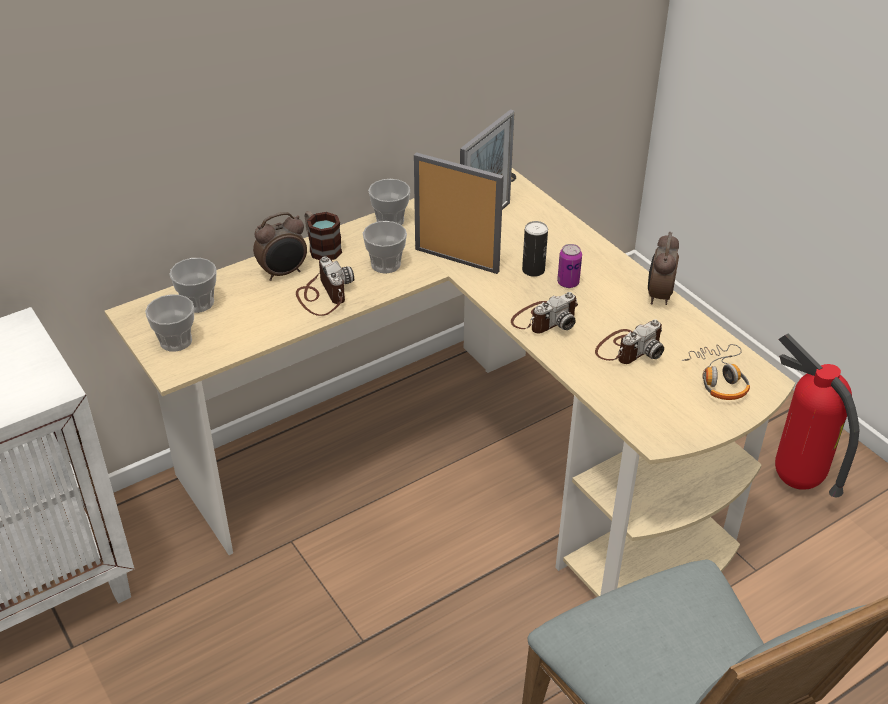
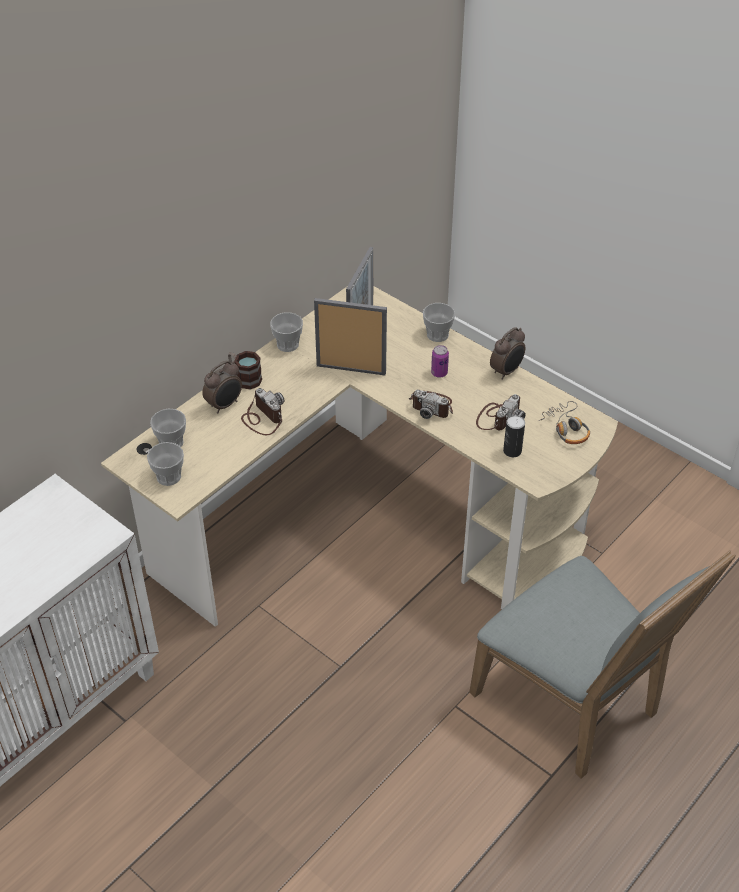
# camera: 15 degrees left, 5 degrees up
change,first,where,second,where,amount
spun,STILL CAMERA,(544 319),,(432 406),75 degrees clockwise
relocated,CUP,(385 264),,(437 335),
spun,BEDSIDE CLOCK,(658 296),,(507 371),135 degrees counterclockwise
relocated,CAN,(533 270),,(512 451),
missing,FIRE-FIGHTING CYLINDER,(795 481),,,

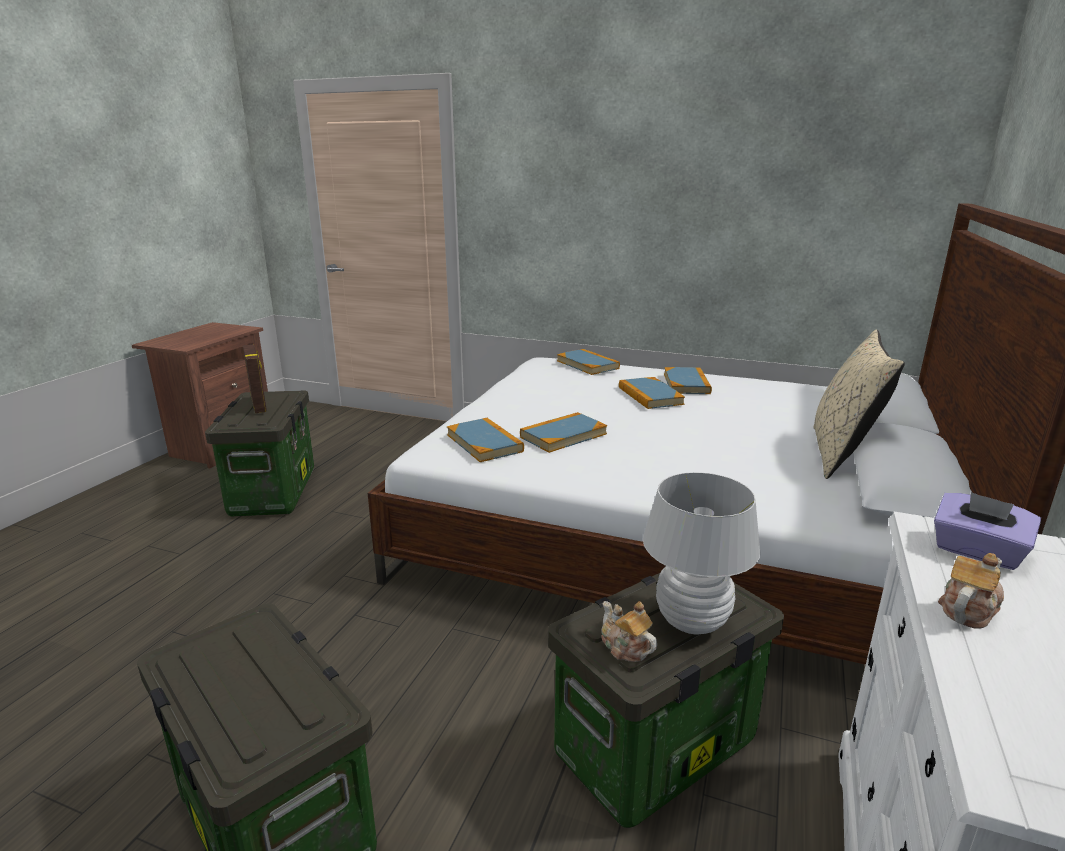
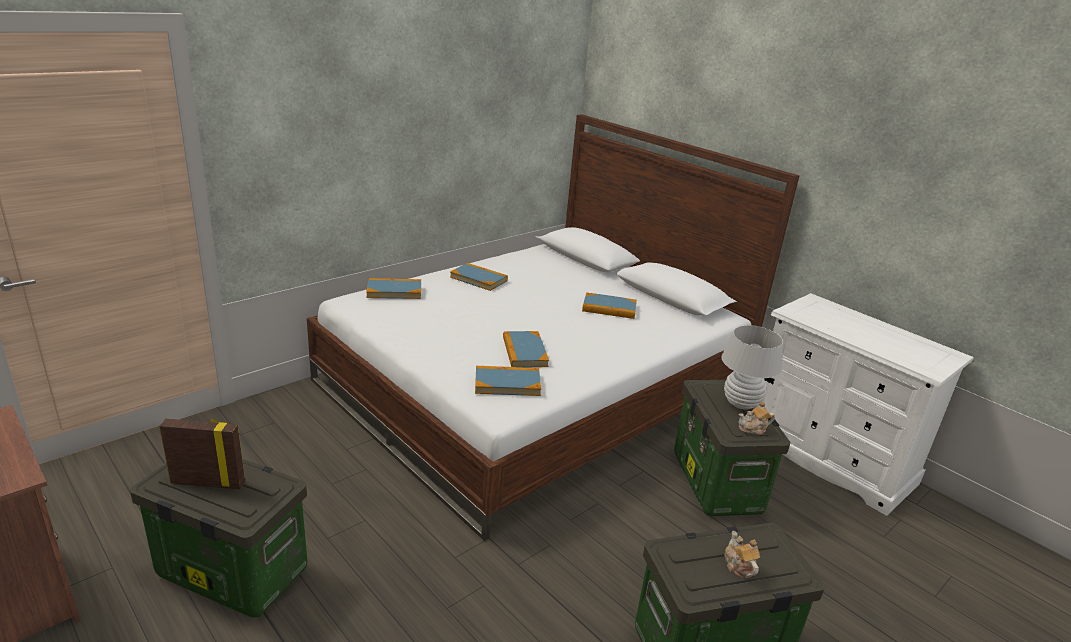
# camera: 65 degrees left, 5 degrees up
change,first,where,second,where,amount
relocated,VOLUME,(650 396),,(609 308),
relocated,POT FOR TEA,(967 609),,(738 566),
missing,BEIGE-COLOURED CUSHION,(842 454),,,
missing,PURPLE TISSUE BOX,(977 552),,,

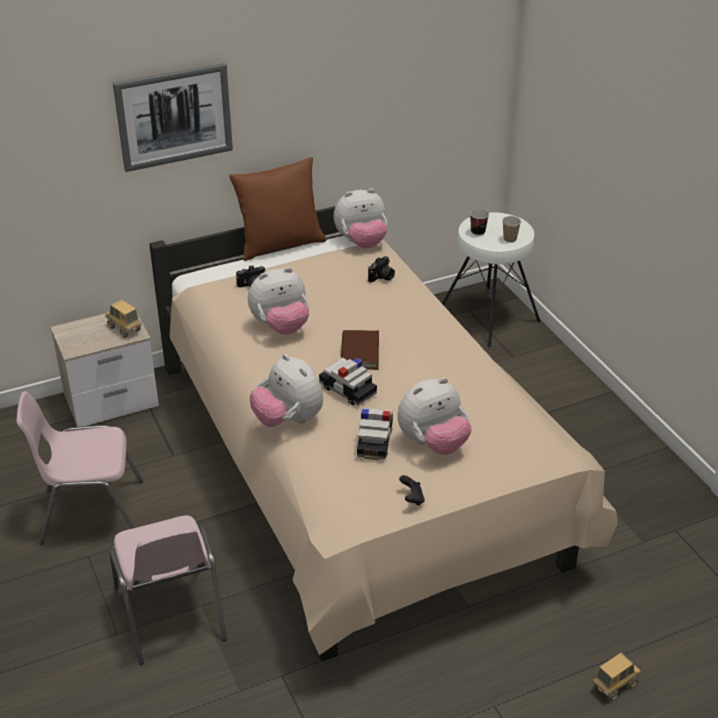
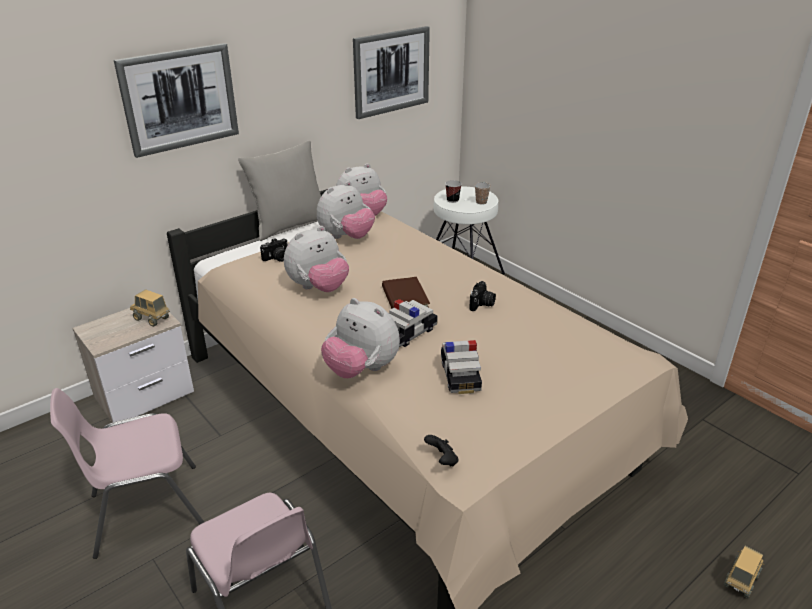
# camera: 15 degrees left, 5 degrees down
change,first,where,second,where,amount
colour,BROWN-COLOURED CUSHION,(280 245),GRAY CUSHION,(289 225),
relocated,PLUSH TOY,(433 443),,(346 237),
appeared,,,PICTURE,(391 71),
spun,TOY CAR,(347 390),,(409 332),105 degrees clockwise
relocated,BLACKISH GAME CONTROLLER,(412 499),,(442 460),
relocated,STILL CAMERA,(382 277),,(482 304),

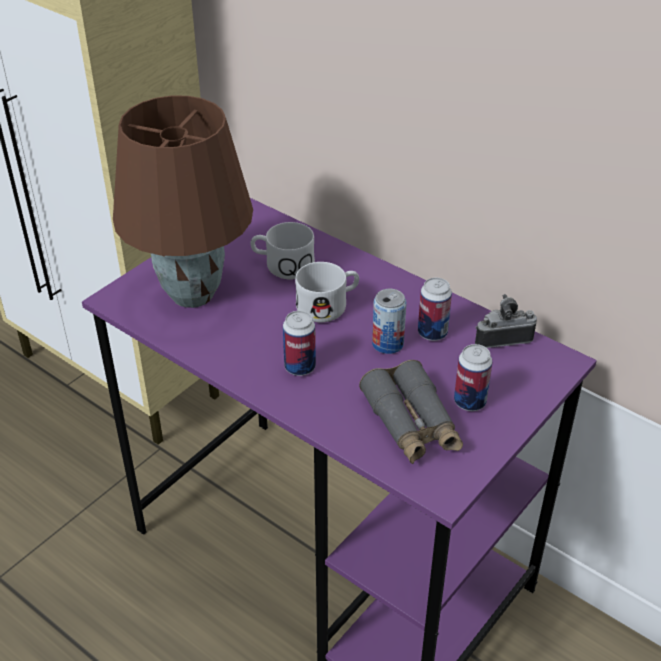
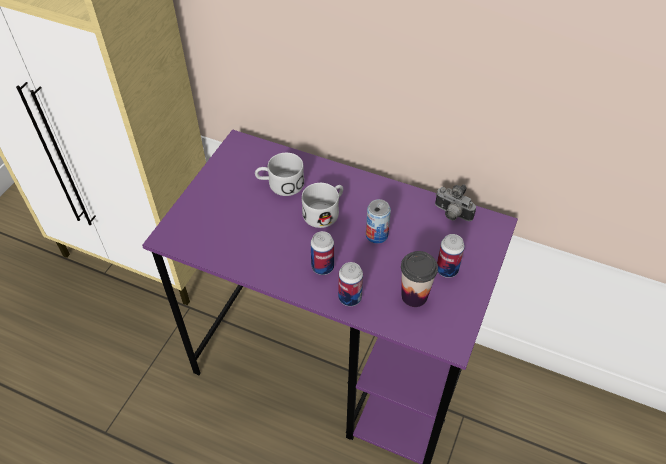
# camera: 15 degrees left, 10 degrees up
change,first,where,second,where,amount
relocated,CAN,(432 333),,(350 297),
exchanged,GRAY BINOCULARS,(411 424),CUP,(414 296),
spun,STILL CAMERA,(502 338),,(451 214),120 degrees counterclockwise
missing,BROWN-COLOURED TABLETOP LAMP,(191 295),,,

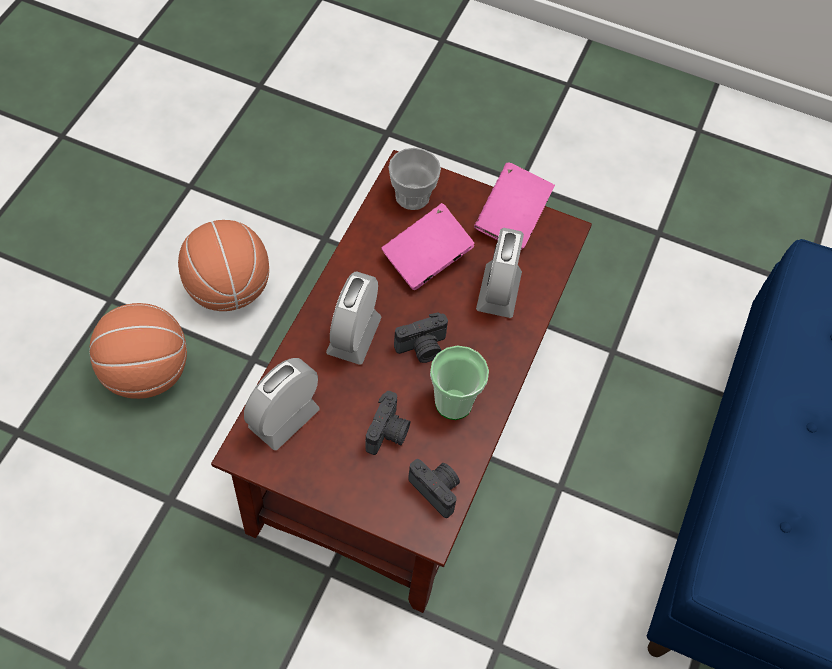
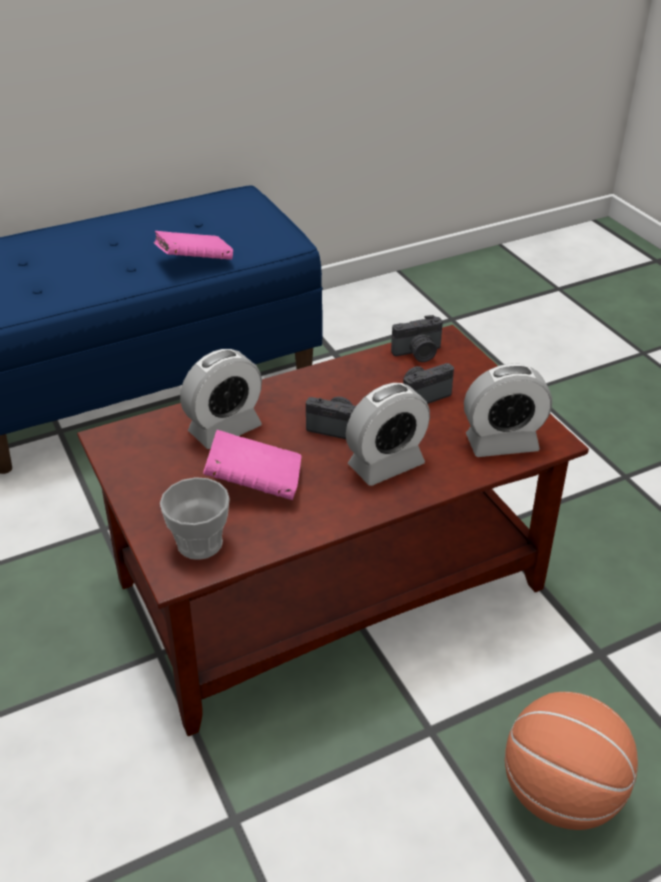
# camera: 135 degrees left, 20 degrees down
change,first,where,second,where,amount
relocated,PINK VOLUME,(511 219),,(194 262),
spun,STILL CAMERA,(437 489),,(418 353),105 degrees counterclockwise
missing,BASKETBALL BALL,(228 289),,,
missing,CUP,(453 403),,,

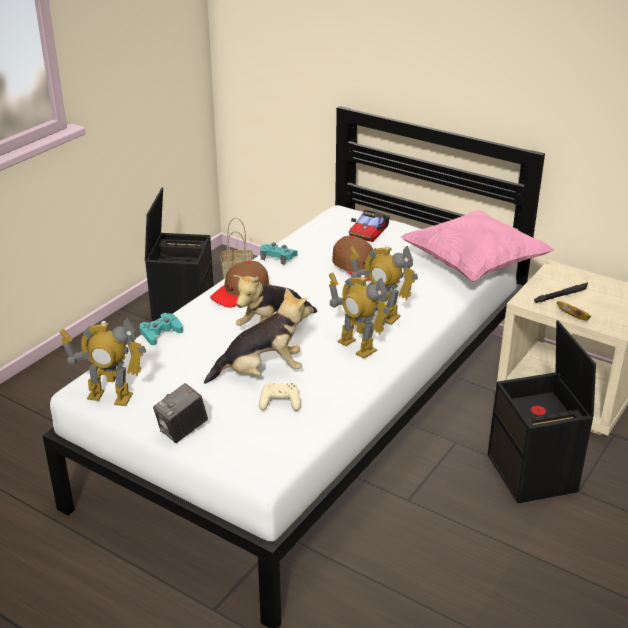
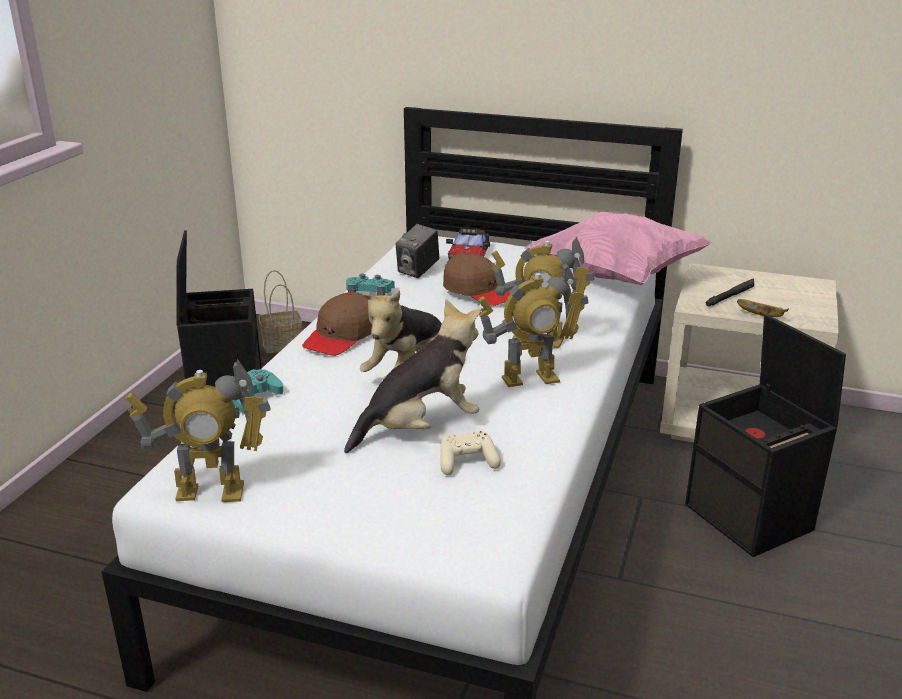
# camera: 15 degrees left, 5 degrees down
change,first,where,second,where,amount
relocated,STILL CAMERA,(182 431),,(418 271),
spun,TOY ROBOT,(356 346),,(530 379),45 degrees counterclockwise

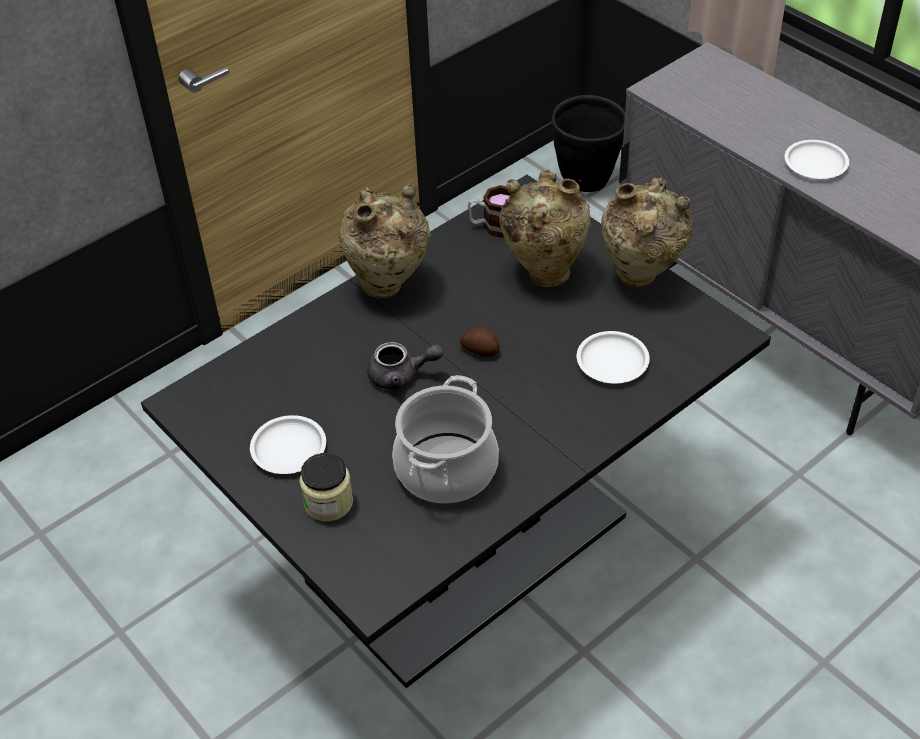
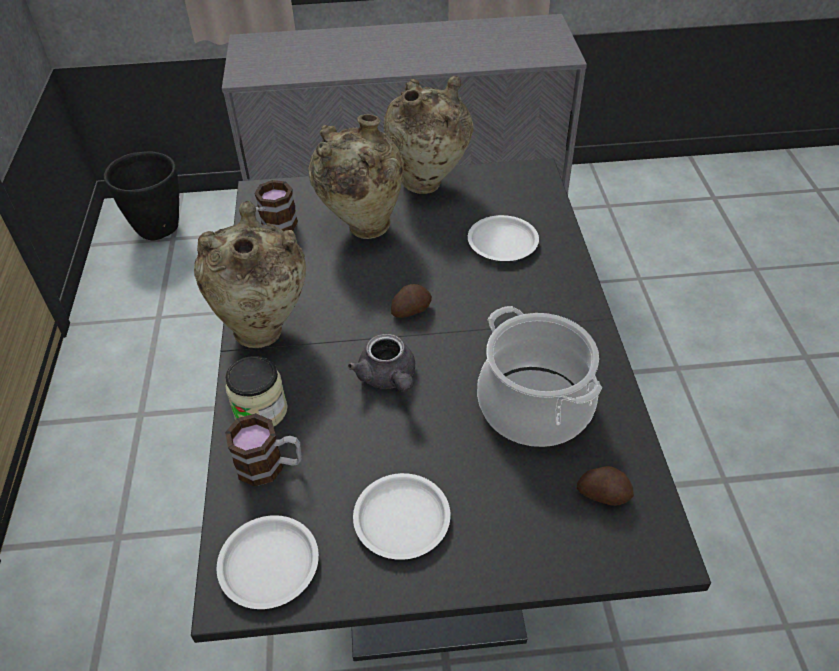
# camera: 55 degrees left, 0 degrees up
change,first,where,second,where,amount
relocated,WHITE DINNER PLATE,(815 163),,(269 564),
relocated,PRESERVE JAR,(328 502),,(261 410),
appeared,,,MUG,(270 466),
spun,GRAY POT FOR TEA,(401 376),,(388 378),120 degrees clockwise
appeared,,,POTATO,(603 493),

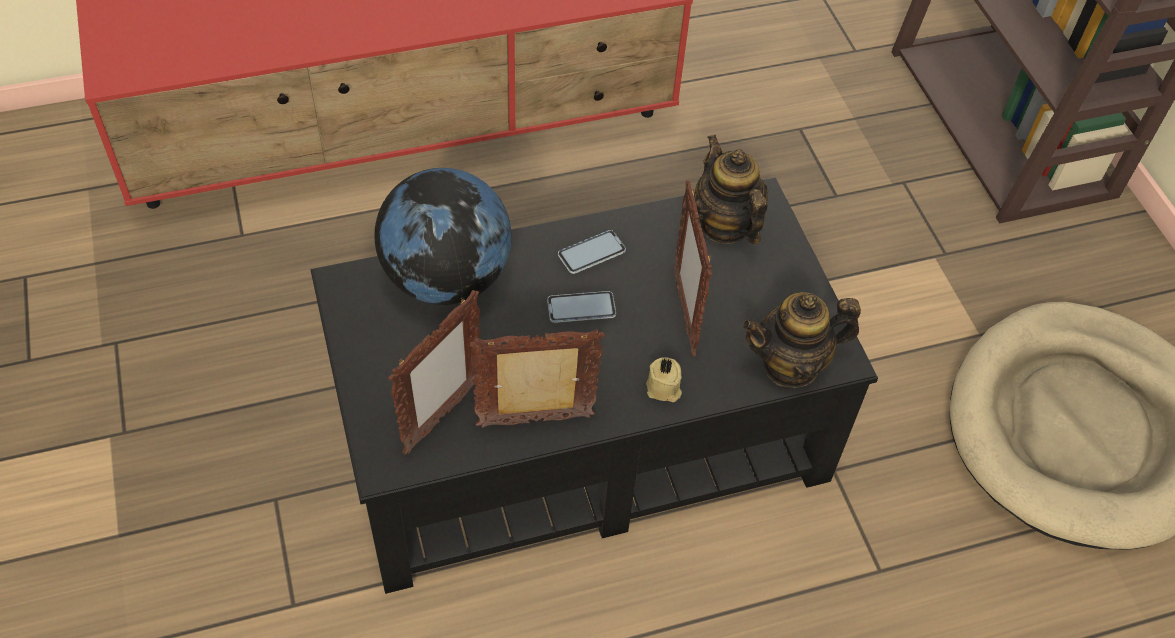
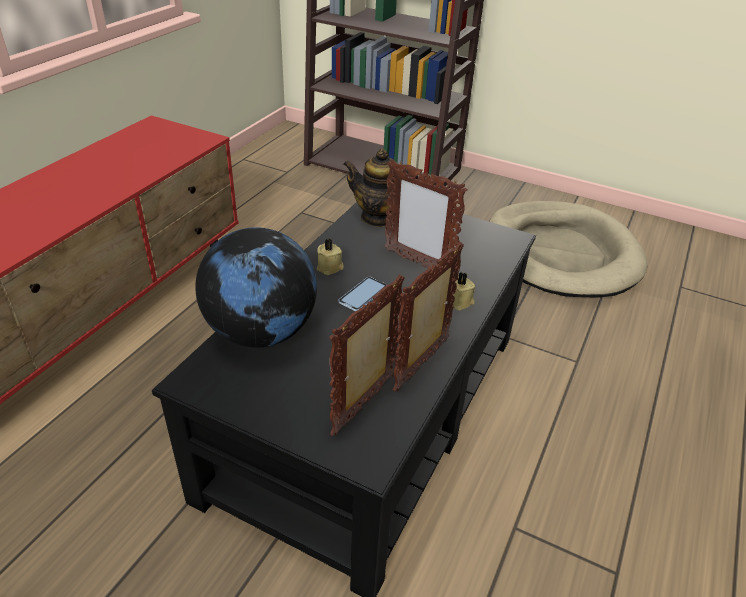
# camera: 45 degrees left, 15 degrees down
change,first,where,second,where,amount
exchanged,PHONE,(591 253),BEIGE-COLOURED WAX LIGHT,(330 267),
spun,PHOTO FRAME,(442 416),,(365 404),135 degrees counterclockwise
missing,POT FOR TEA,(790 365),,,

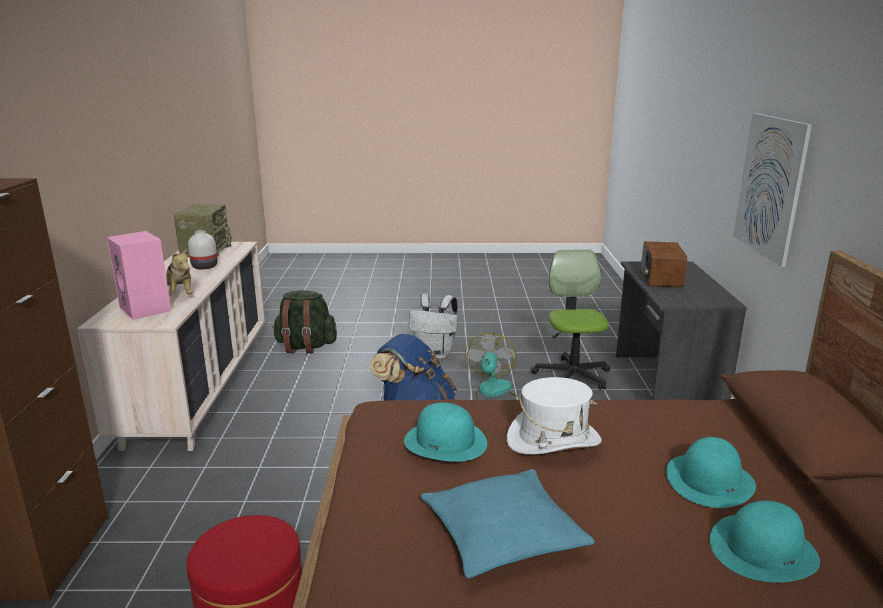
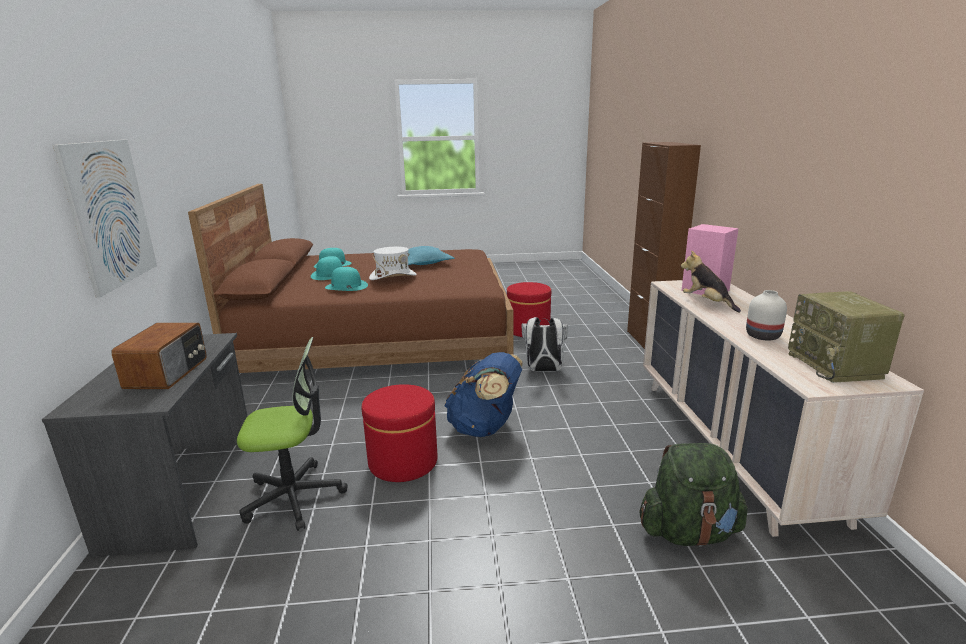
# camera: 175 degrees right, 0 degrees up
change,first,where,second,where,amount
spun,COMPUTER CHAIR,(572 376),,(294 497),90 degrees counterclockwise
relocated,BLUE-GREEN CLOTHING HAT,(445 441),,(346 286),
exchanged,FAN,(494 393),RED FOOTREST,(403 462),
relocated,WHITE KNAPSACK,(435 354),,(543 370),

